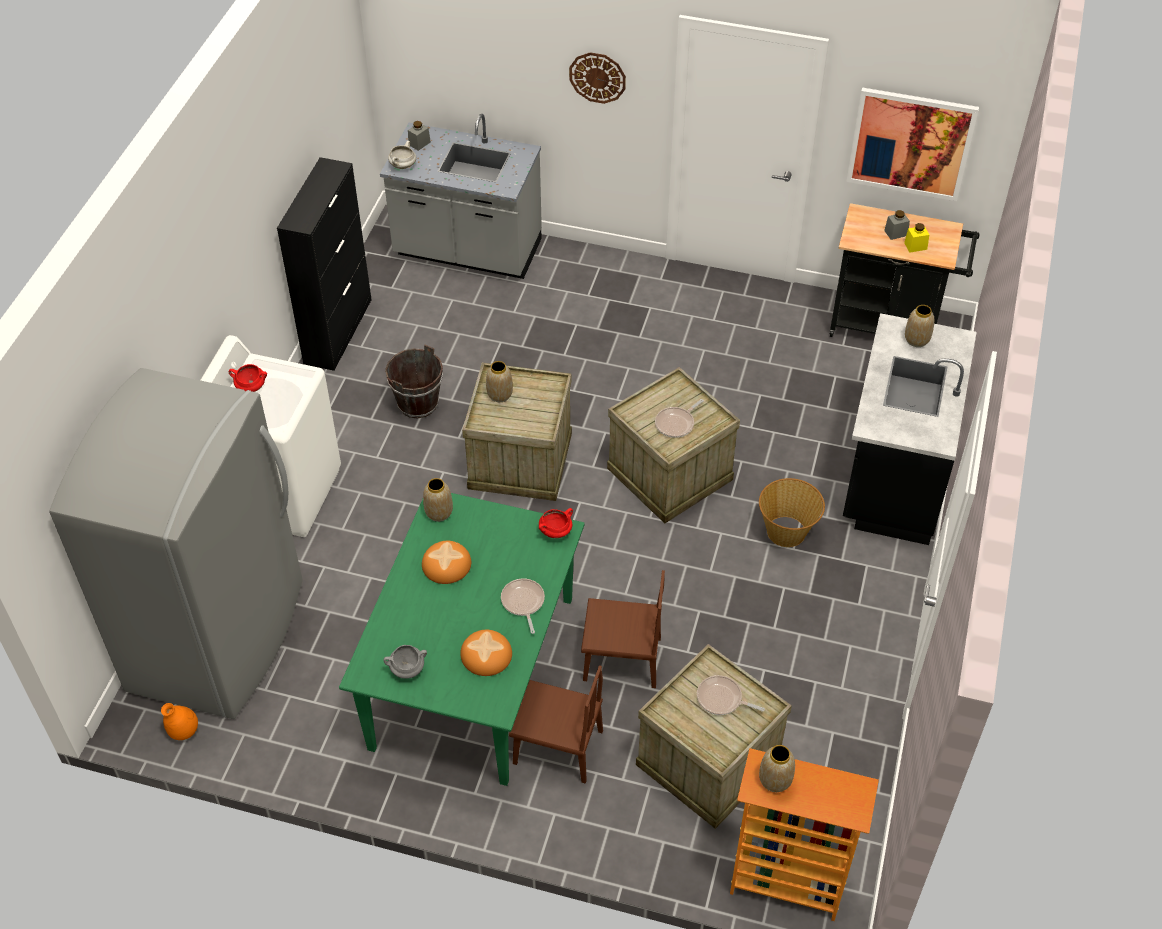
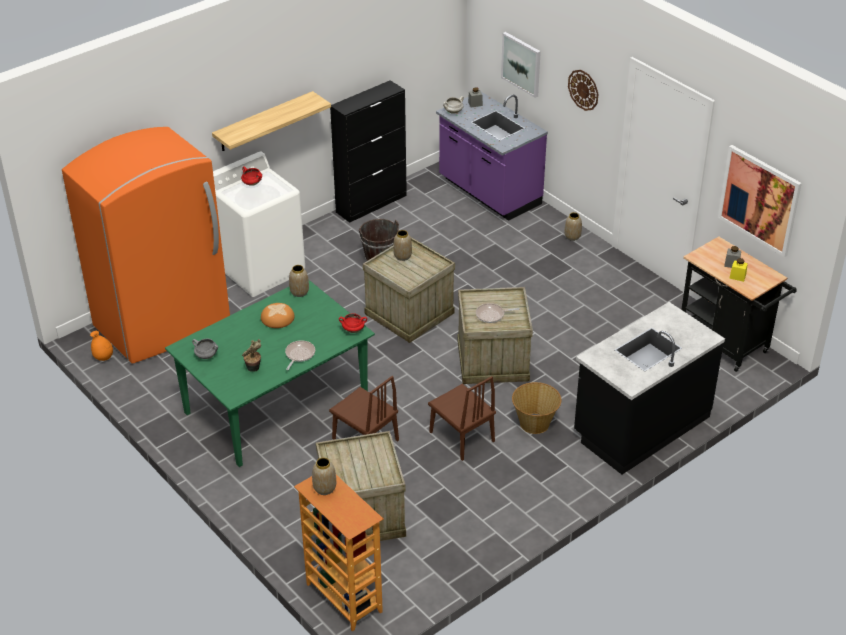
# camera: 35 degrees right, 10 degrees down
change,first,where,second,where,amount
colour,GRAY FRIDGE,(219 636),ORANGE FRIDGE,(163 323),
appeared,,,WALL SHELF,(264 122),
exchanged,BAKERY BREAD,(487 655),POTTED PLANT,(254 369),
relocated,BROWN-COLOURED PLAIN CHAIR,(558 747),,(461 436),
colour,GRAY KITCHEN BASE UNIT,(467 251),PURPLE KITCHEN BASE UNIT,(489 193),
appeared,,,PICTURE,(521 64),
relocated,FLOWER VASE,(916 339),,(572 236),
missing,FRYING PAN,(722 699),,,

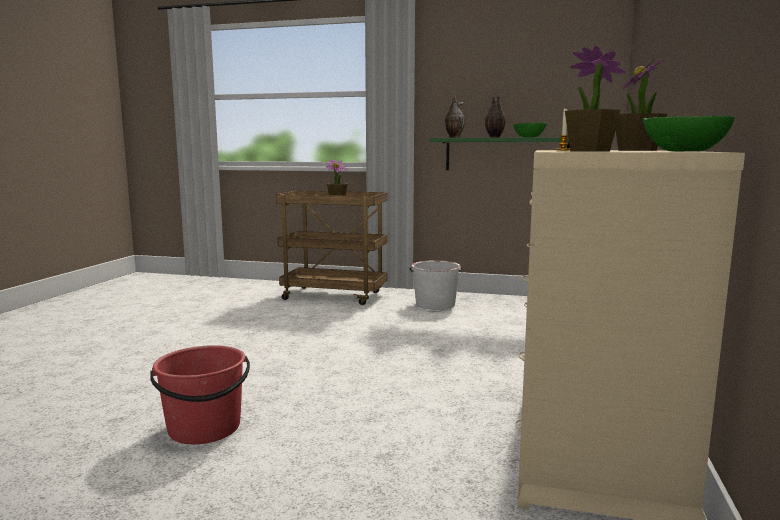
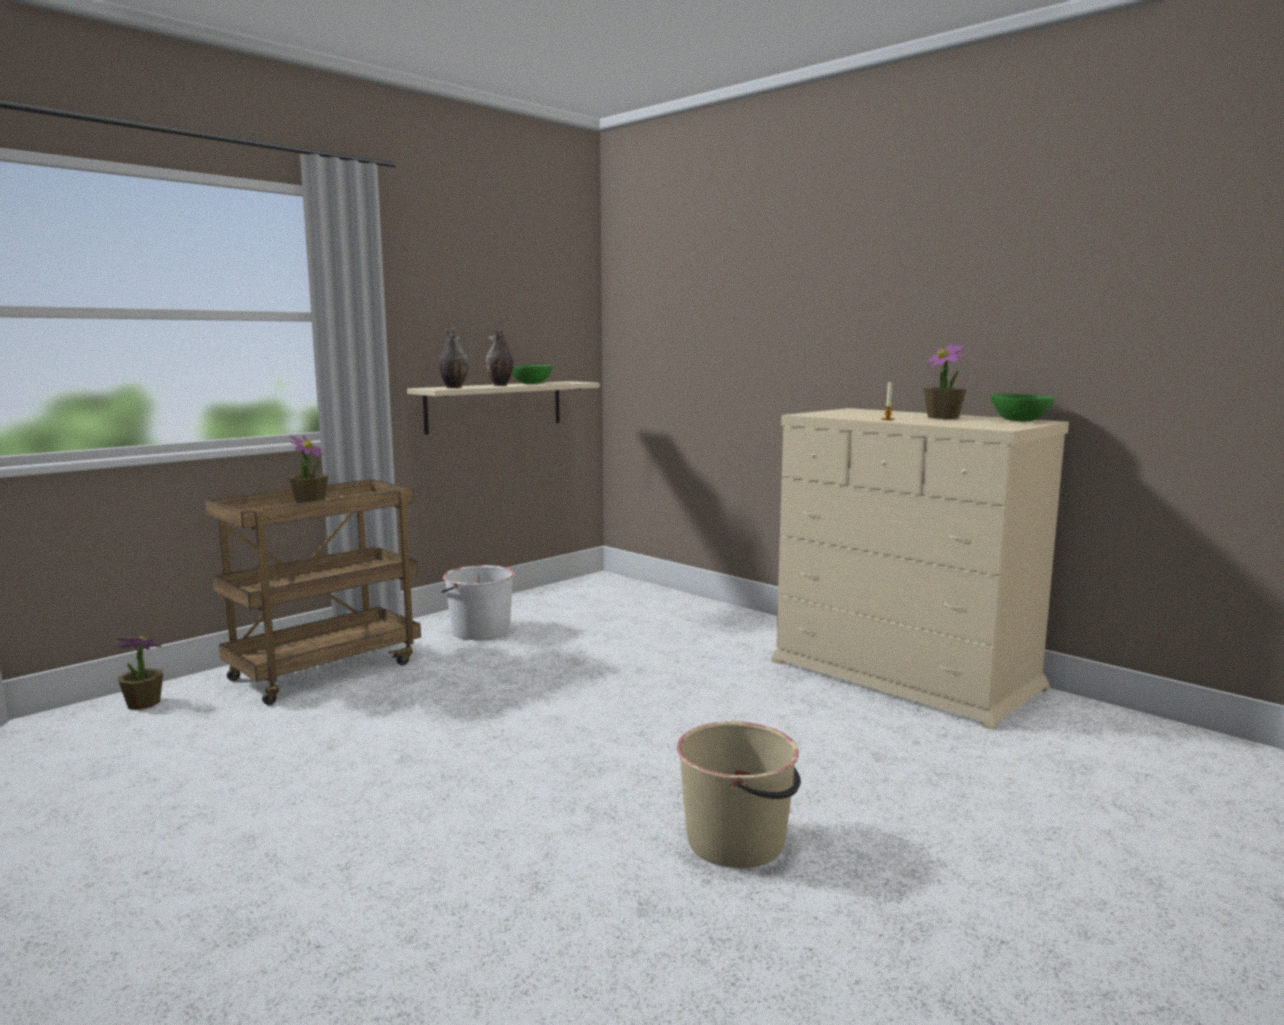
# camera: 60 degrees left, 0 degrees up
change,first,where,second,where,amount
relocated,POTTED PLANT,(589 151),,(143 703),
colour,GREENISH WALL SHELF,(506 154),BEIGE-COLOURED WALL SHELF,(495 406),
colour,RED BUCKET,(205 428),BEIGE-COLOURED BUCKET,(737 841),

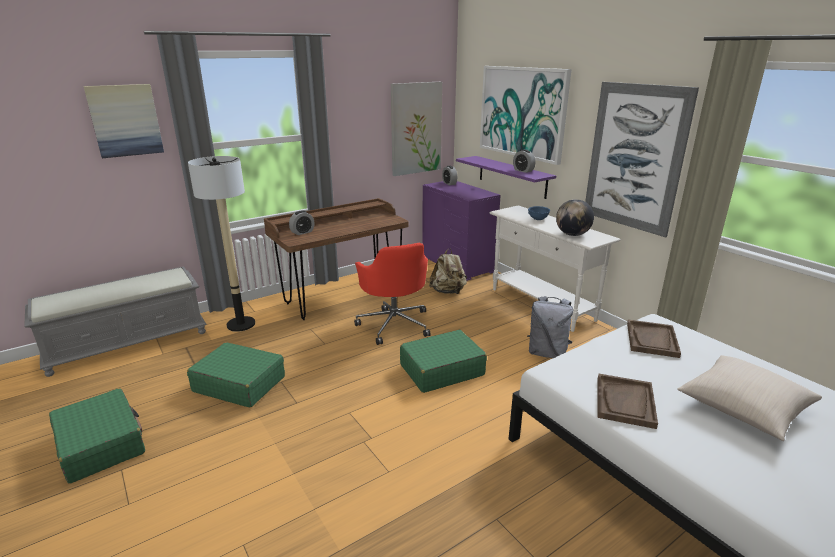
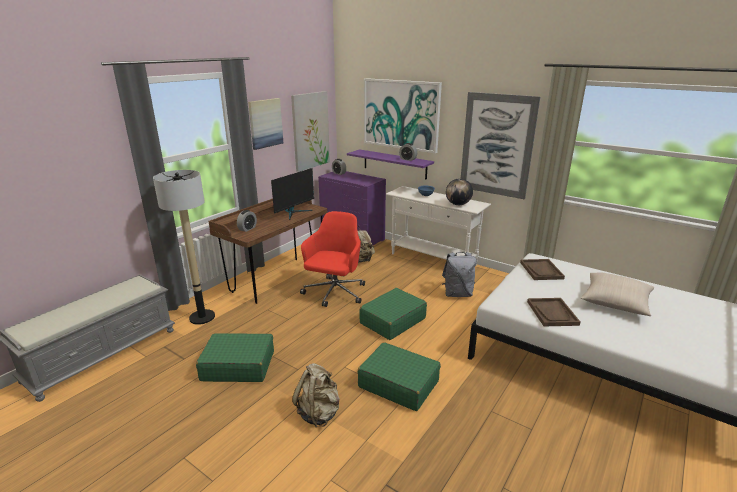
# camera: 20 degrees left, 0 degrees up
change,first,where,second,where,amount
relocated,PICTURE,(125 120),,(265 123),
appeared,,,MONITOR,(294 212),
appeared,,,BEIGE-COLOURED KNAPSACK,(319 413),
spun,RED COMPUTER CHAIR,(394 324),,(334 293),120 degrees counterclockwise
relocated,GREENISH SUITCASE,(101 444),,(398 384),

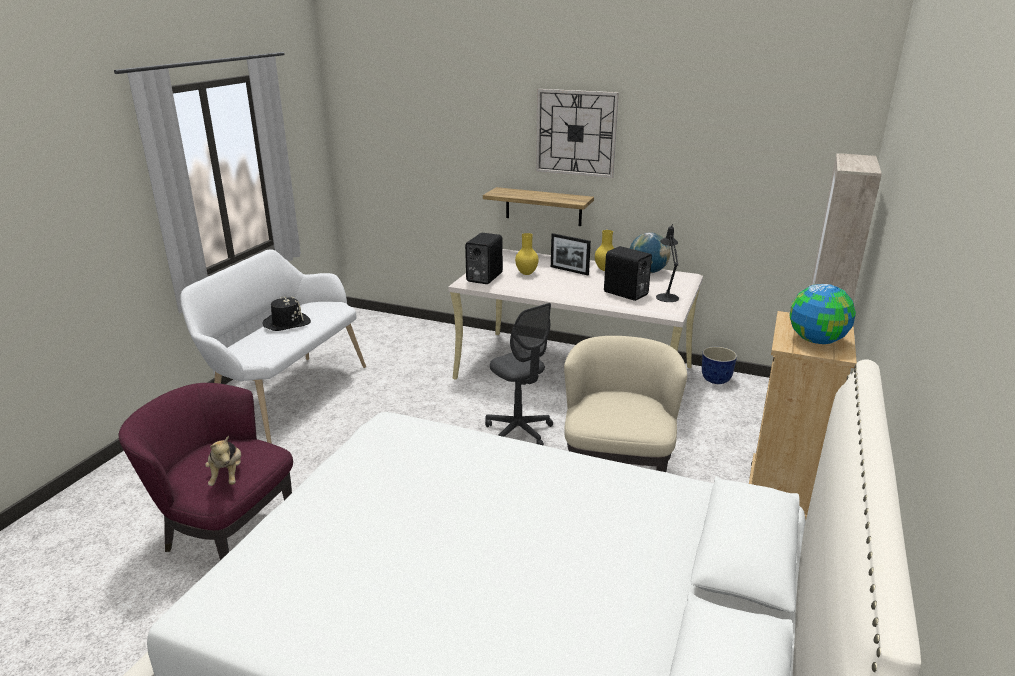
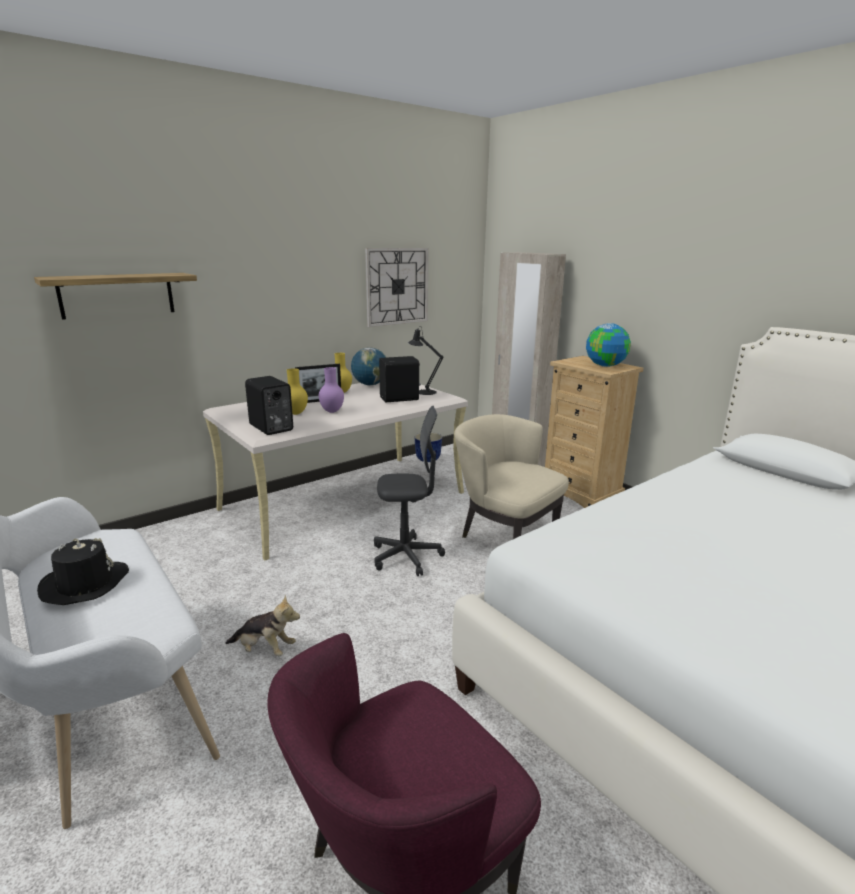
# camera: 60 degrees left, 5 degrees down
change,first,where,second,where,amount
relocated,WALL SHELF,(543 206),,(117 295),
relocated,PLUSH TOY,(227 476),,(264 649),
appeared,,,PURPLE FLOWER VASE,(331 411),
relocated,CLOCK ON THE WALL,(576 133),,(397 286),

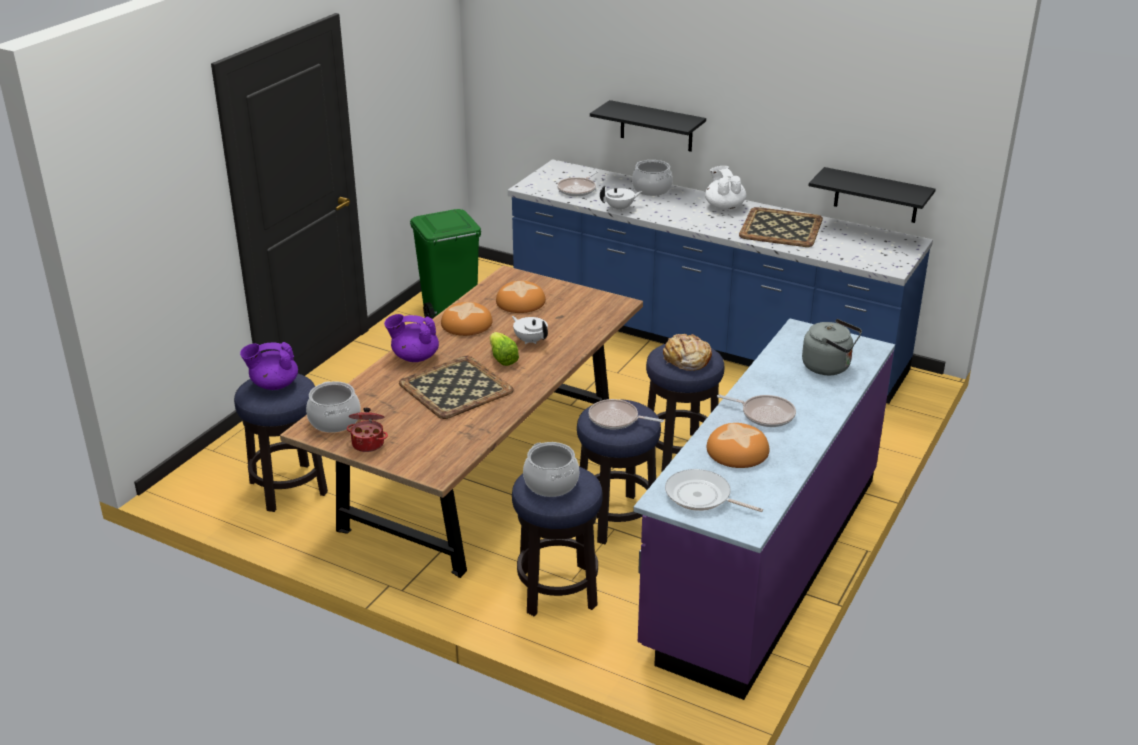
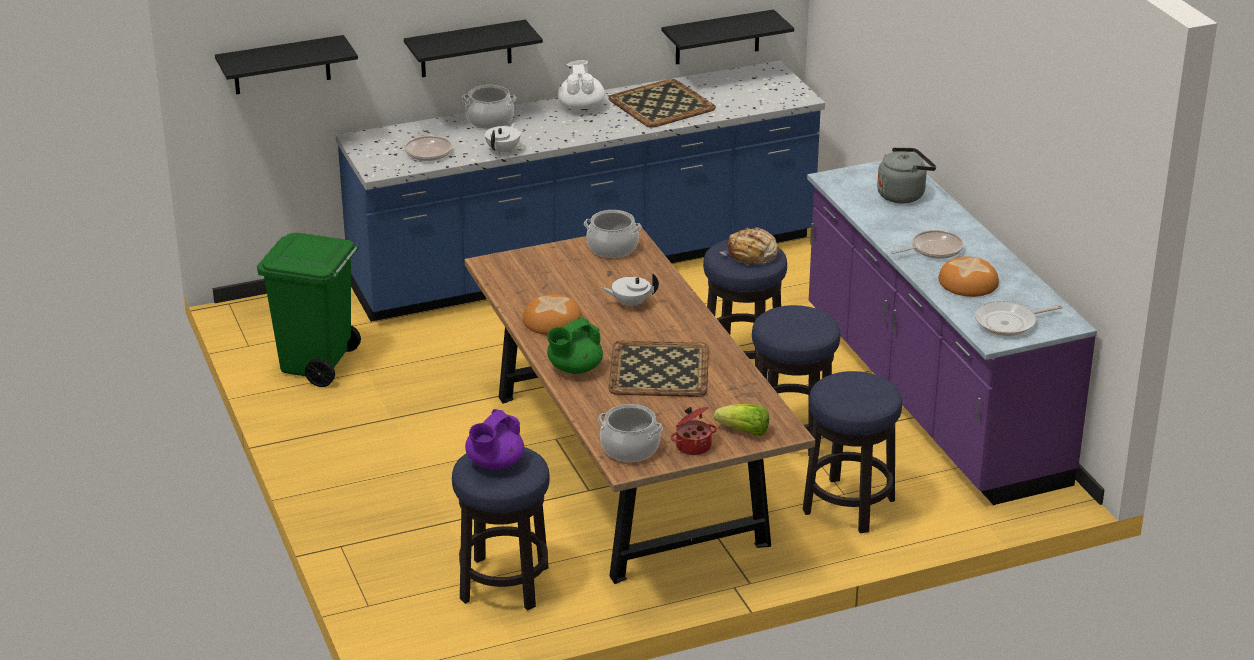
# camera: 50 degrees left, 0 degrees up
change,first,where,second,where,amount
appeared,,,BLACKISH WALL SHELF,(281 65),
colour,PURPLE POT FOR TEA,(414 357),GREENISH POT FOR TEA,(574 368),
spun,WHITE POT FOR TEA,(724 206),,(581 107),60 degrees clockwise
relocated,COOKING POT,(550 483),,(612 248),
relocated,LETTUCE,(502 358),,(744 431),
missing,BAKERY BREAD,(520 302),,,
missing,FRYING PAN,(616 419),,,

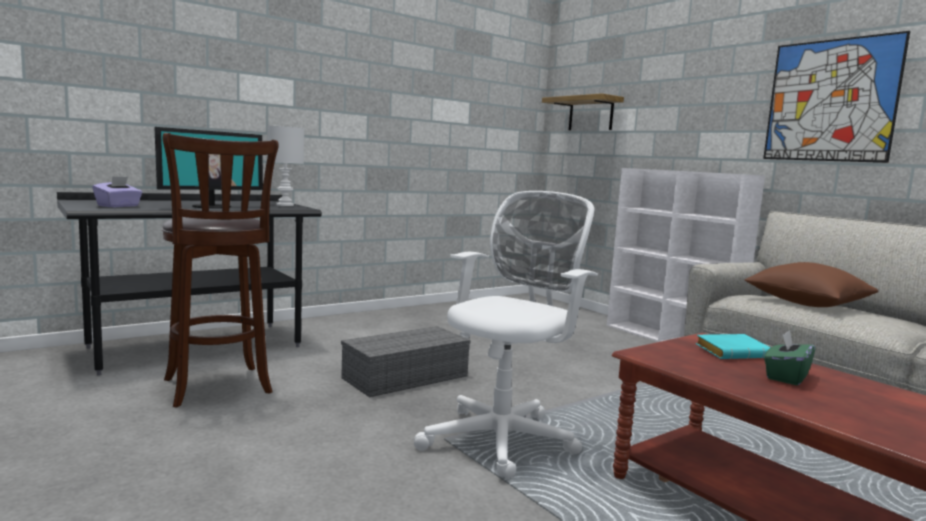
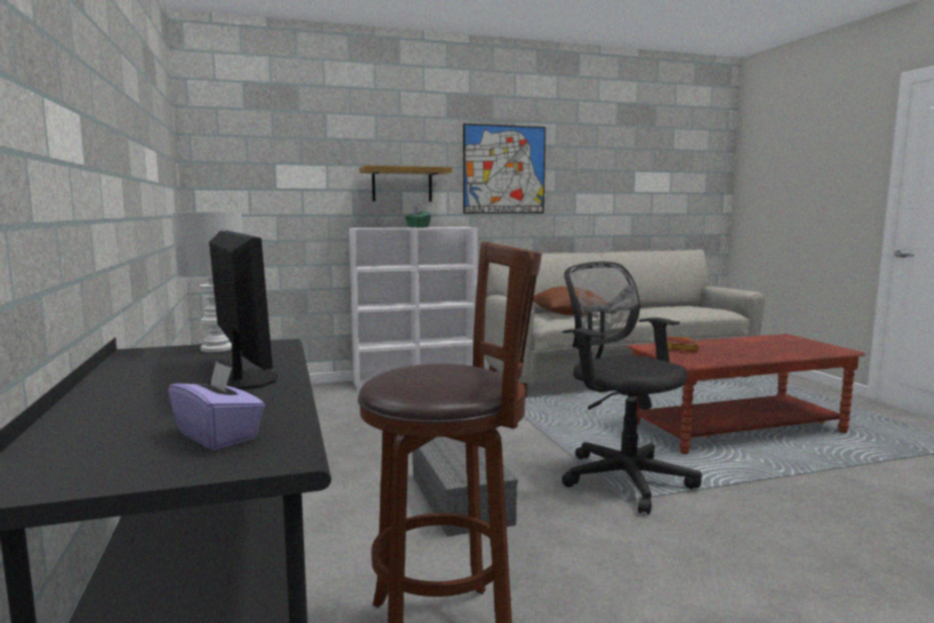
# camera: 70 degrees left, 0 degrees up
change,first,where,second,where,amount
relocated,WALL SHELF,(591 114),,(402 185),
relocated,GREENISH TISSUE BOX,(786 377),,(417 227),
colour,WHITE COMPUTER CHAIR,(504 438),BLACKISH COMPUTER CHAIR,(622 477),
colour,BLUE-GREEN VOLUME,(732 352),BROWN-COLOURED VOLUME,(678 347),

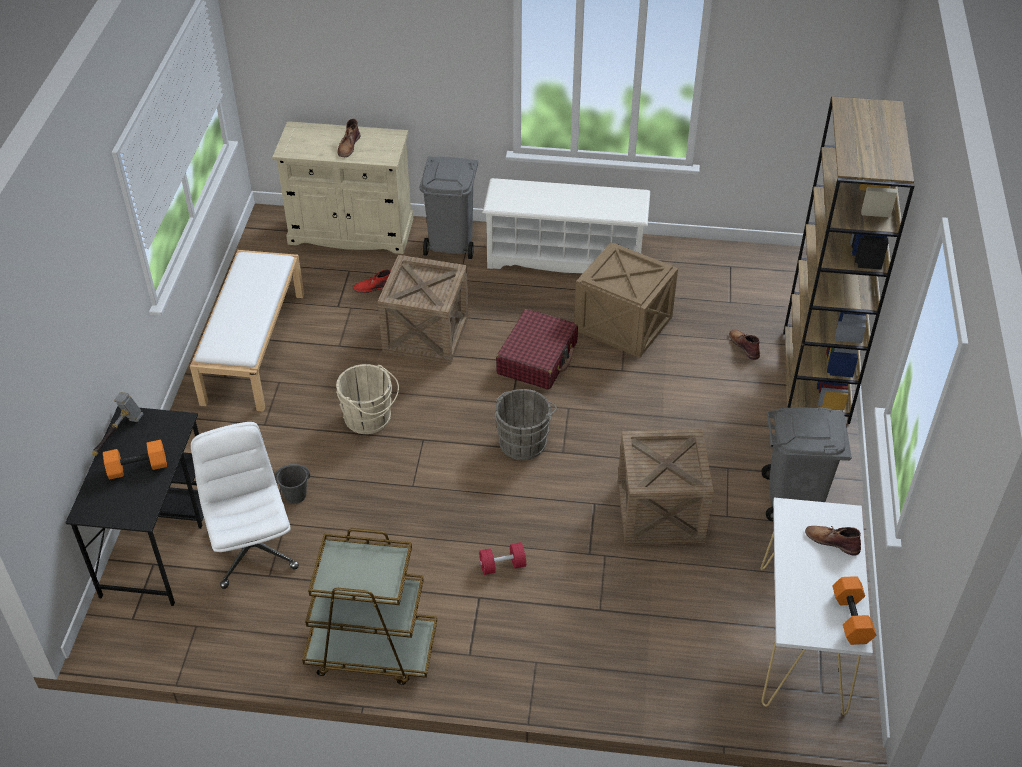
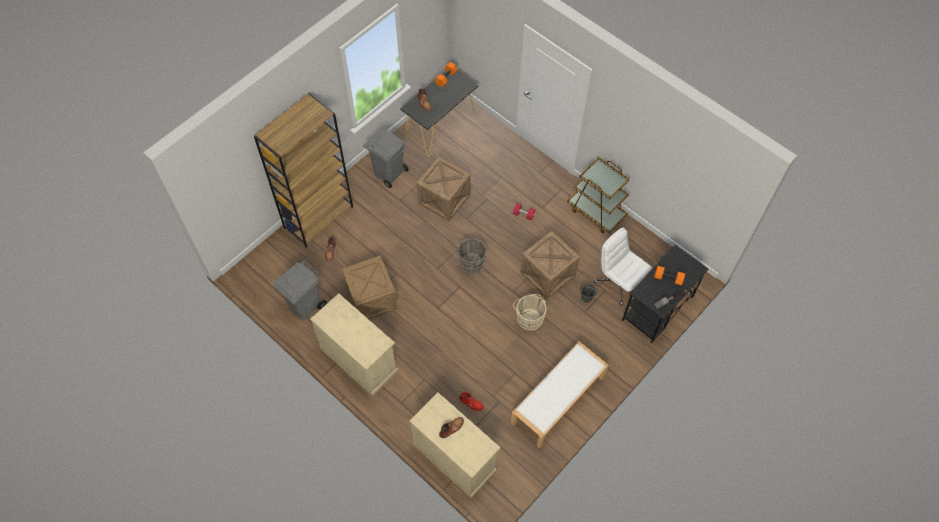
# camera: 145 degrees left, 15 degrees up
change,first,where,second,where,amount
relocated,GRAY WASTE BIN,(452 243),,(304 305),
exchanged,WHITE SHOE RACK,(565 257),BEIGE-COLOURED CUPBOARD,(359 359),
colour,WHITE NARROW TABLE,(802 639),BLACKISH NARROW TABLE,(440 126),
relocated,SHIPPING CRATE,(426 335),,(547 274),
spun,WHITE COMPUTER CHAIR,(252 549),,(619 282),120 degrees clockwise
missing,RED SUITCASE,(537 358),,,

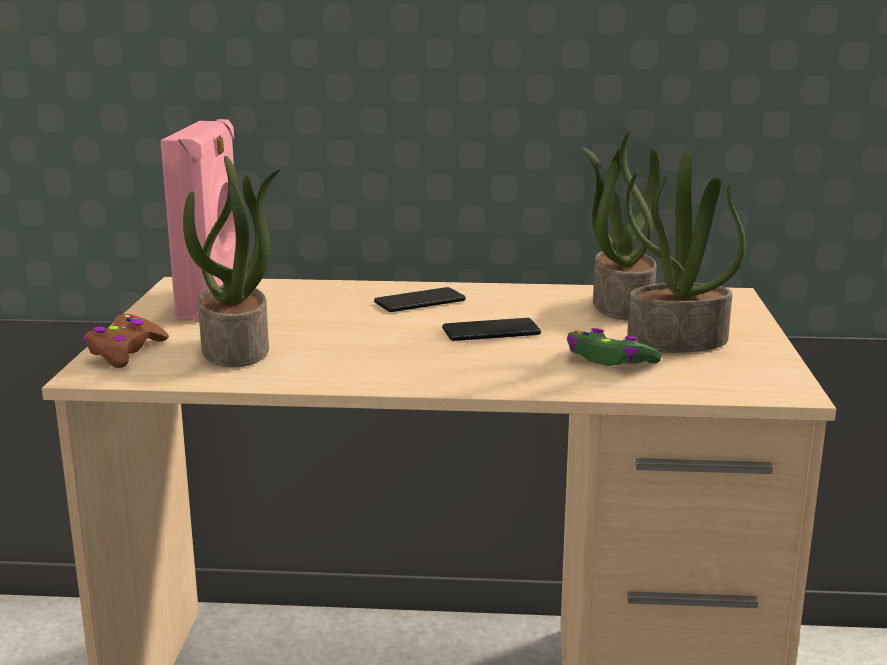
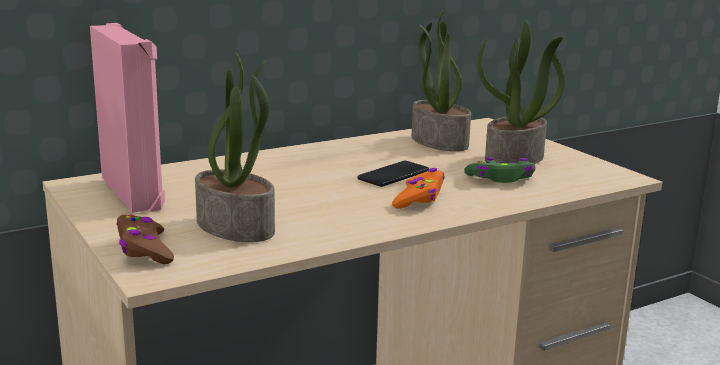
# camera: 35 degrees left, 0 degrees up
change,first,where,second,where,amount
appeared,,,ORANGE GAME CONTROLLER,(419 198),
missing,PHONE,(420 301),,,

